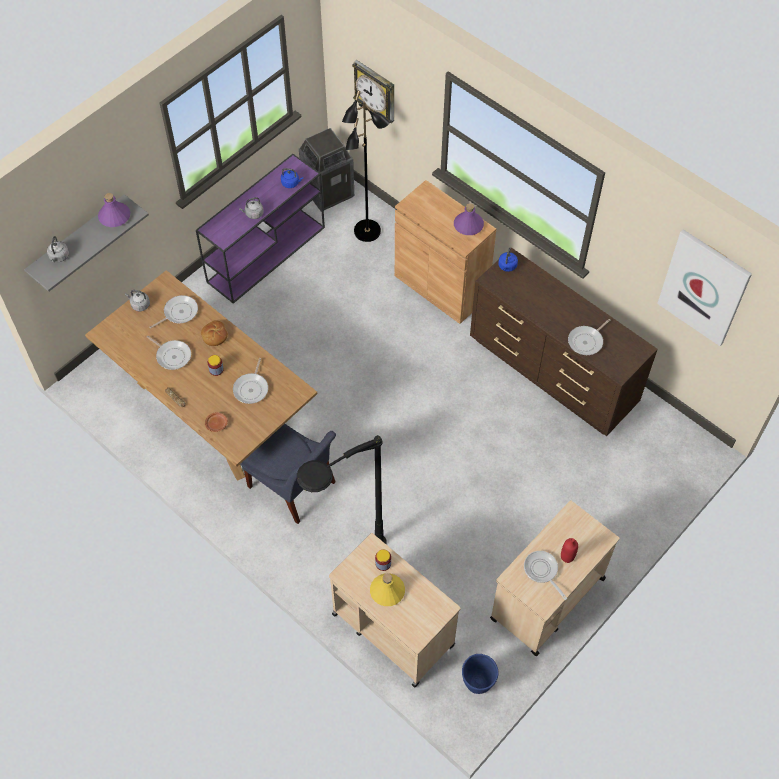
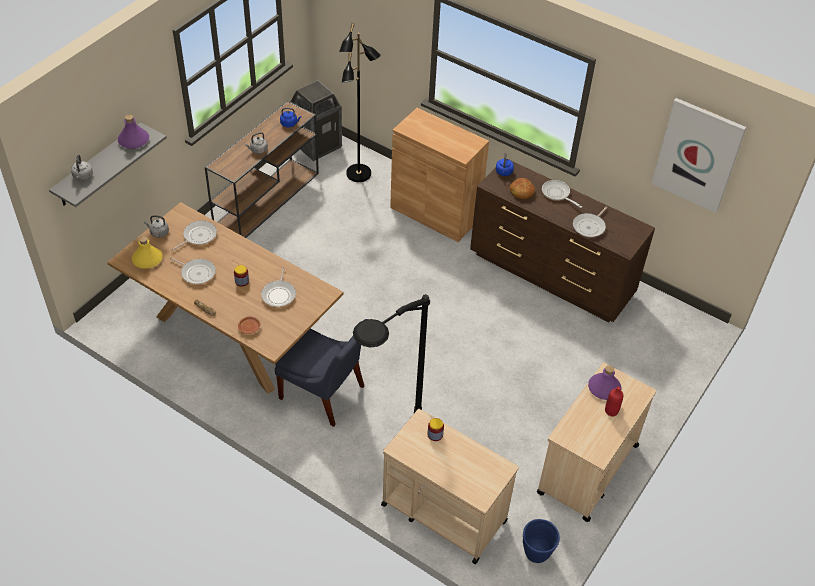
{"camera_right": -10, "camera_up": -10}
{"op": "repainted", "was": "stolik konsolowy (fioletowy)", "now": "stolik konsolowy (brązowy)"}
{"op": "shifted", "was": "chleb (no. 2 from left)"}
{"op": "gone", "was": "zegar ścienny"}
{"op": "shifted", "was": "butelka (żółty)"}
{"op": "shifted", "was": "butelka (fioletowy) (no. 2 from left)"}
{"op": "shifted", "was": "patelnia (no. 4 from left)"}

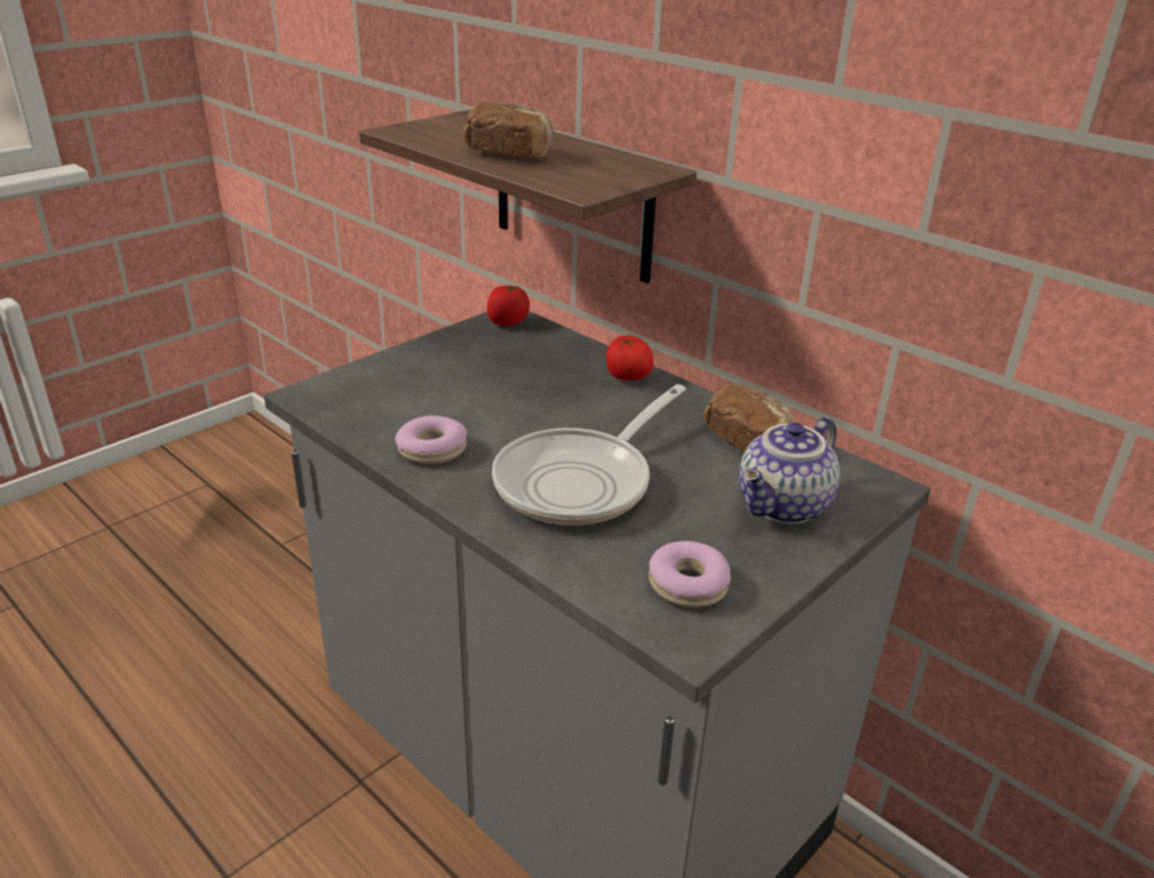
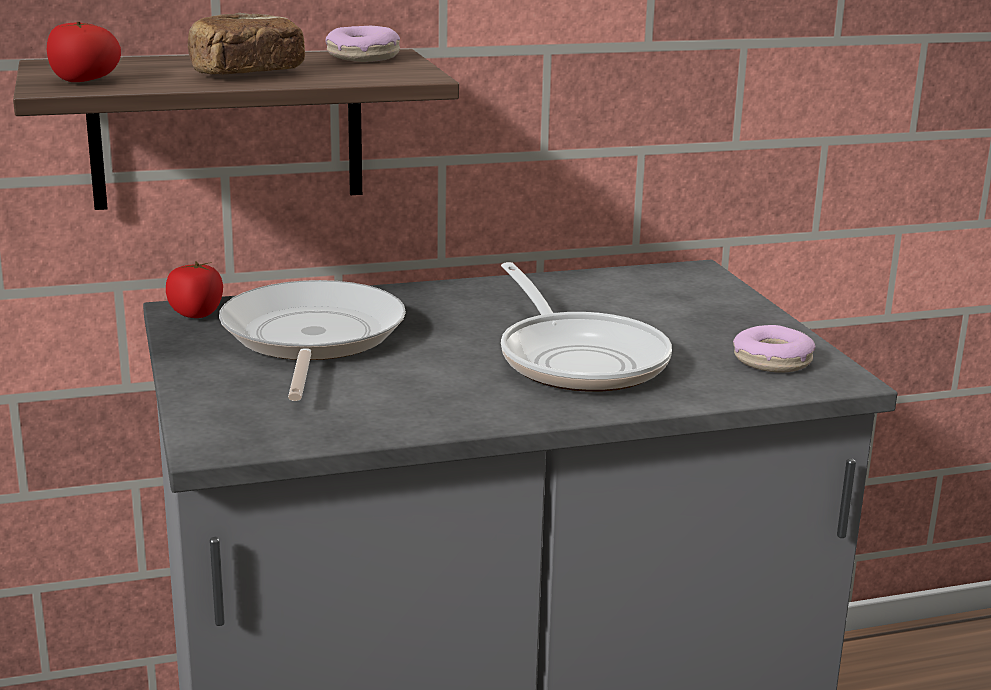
{"camera_right": -60, "camera_up": -10}
{"op": "shifted", "was": "donut (no. 1 from left)"}
{"op": "shifted", "was": "pomidor (no. 2 from left in the first image)", "now": "pomidor (no. 1 from left)"}
{"op": "gone", "was": "chleb (no. 2 from left)"}
{"op": "gone", "was": "imbryk"}
{"op": "new", "now": "patelnia (no. 1 from left)"}

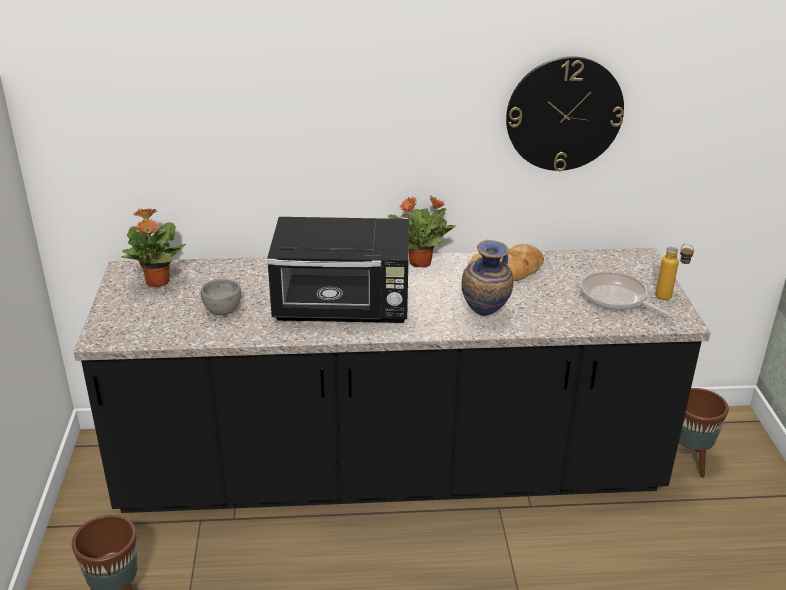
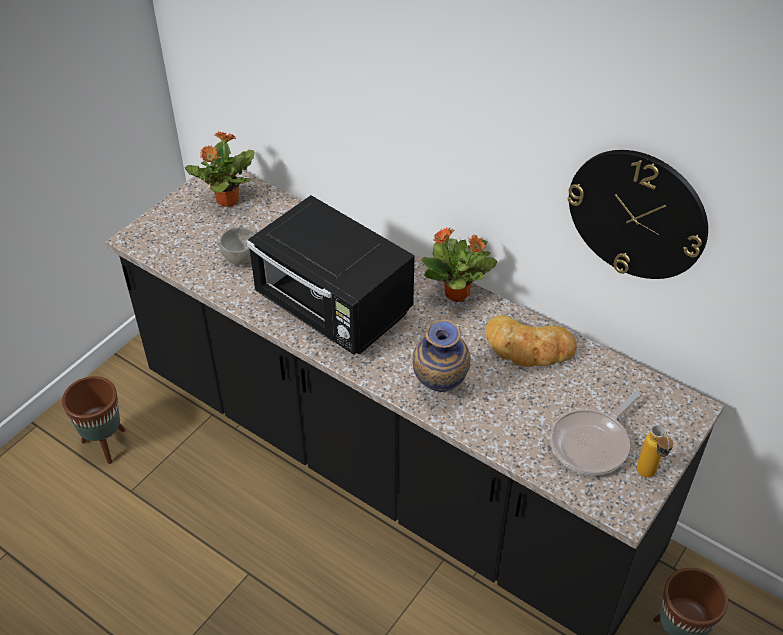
{"camera_right": 40, "camera_up": 15}
{"op": "rotated", "was": "patelnia", "clockwise": -135}

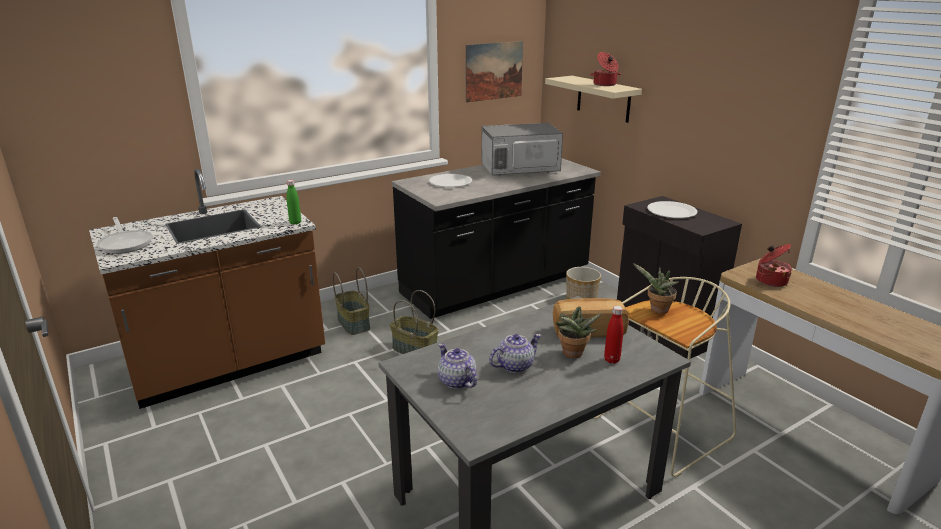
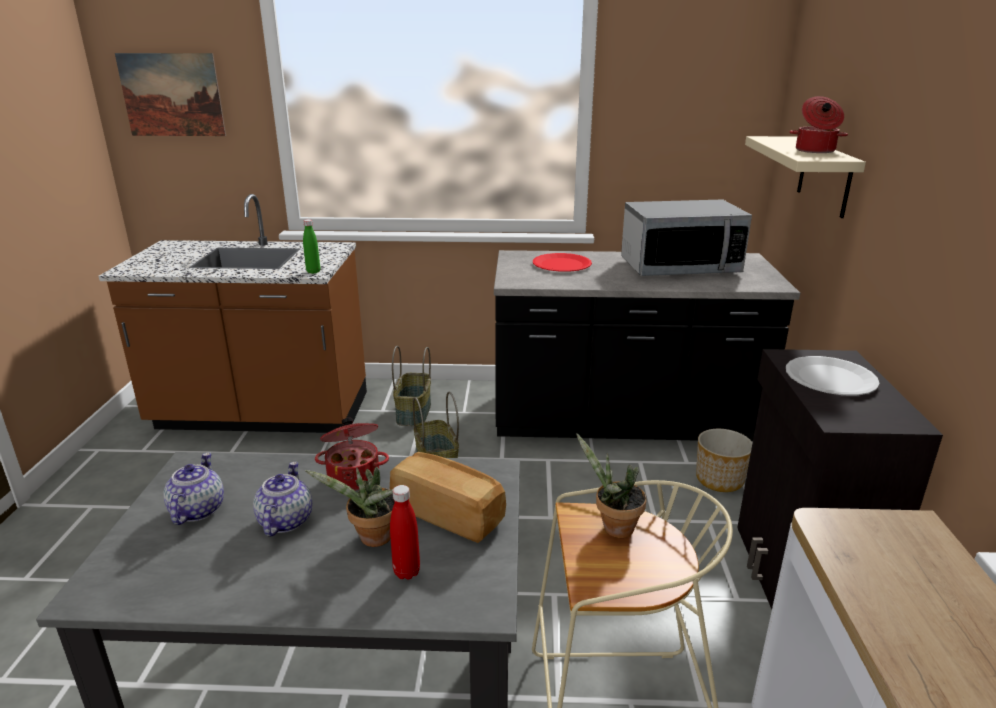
{"camera_right": 35, "camera_up": 0}
{"op": "gone", "was": "patelnia"}
{"op": "repainted", "was": "talerz (biały) (no. 1 from left)", "now": "talerz (czerwony)"}
{"op": "shifted", "was": "obraz"}
{"op": "rotated", "was": "mikrofalówka", "clockwise": 150}
{"op": "rotated", "was": "imbryk (no. 2 from left)", "clockwise": -90}
{"op": "shifted", "was": "garnek (no. 2 from left in the first image)", "now": "garnek (no. 1 from left)"}

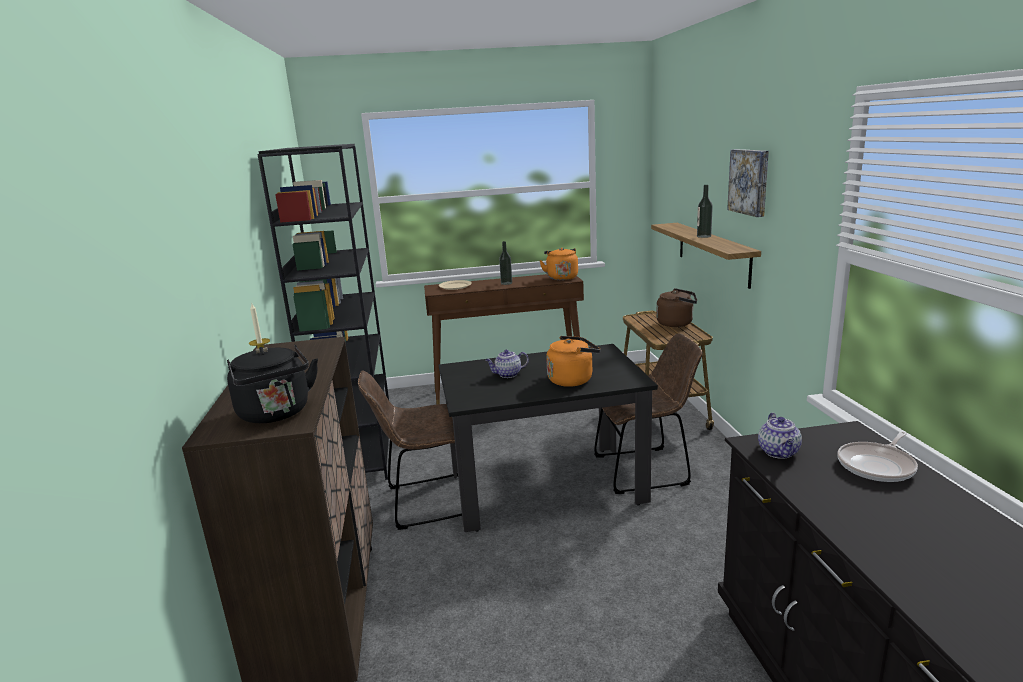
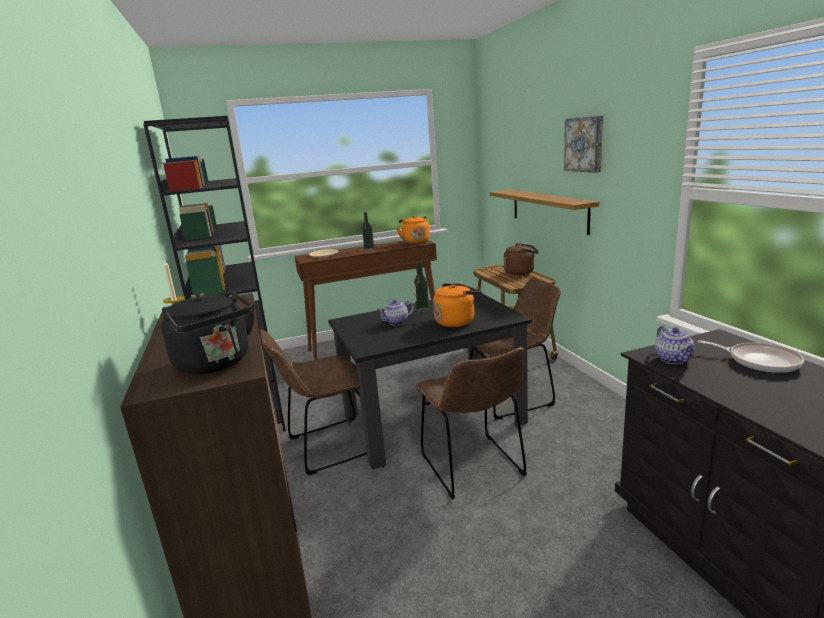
{"camera_right": -10, "camera_up": 0}
{"op": "shifted", "was": "butelka (no. 2 from left)"}
{"op": "rotated", "was": "patelnia", "clockwise": -90}
{"op": "new", "now": "krzesło (brązowy) (no. 2 from left)"}

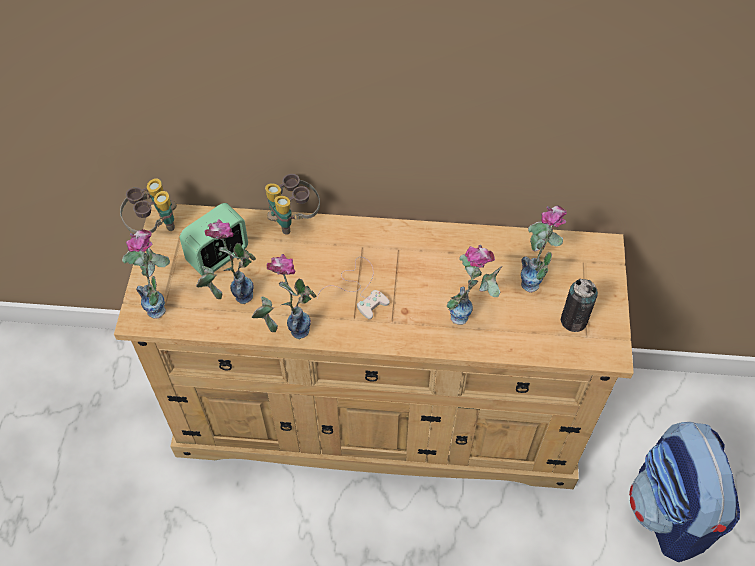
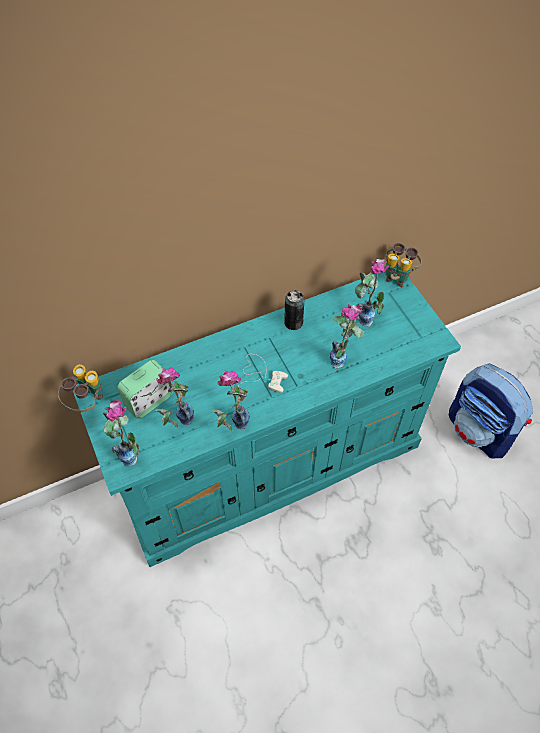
{"camera_right": -30, "camera_up": 0}
{"op": "repainted", "was": "komoda (beżowy)", "now": "komoda (turkusowy)"}
{"op": "rotated", "was": "budzik", "clockwise": -150}
{"op": "shifted", "was": "lornetka (no. 2 from left)"}
{"op": "shifted", "was": "puszka"}

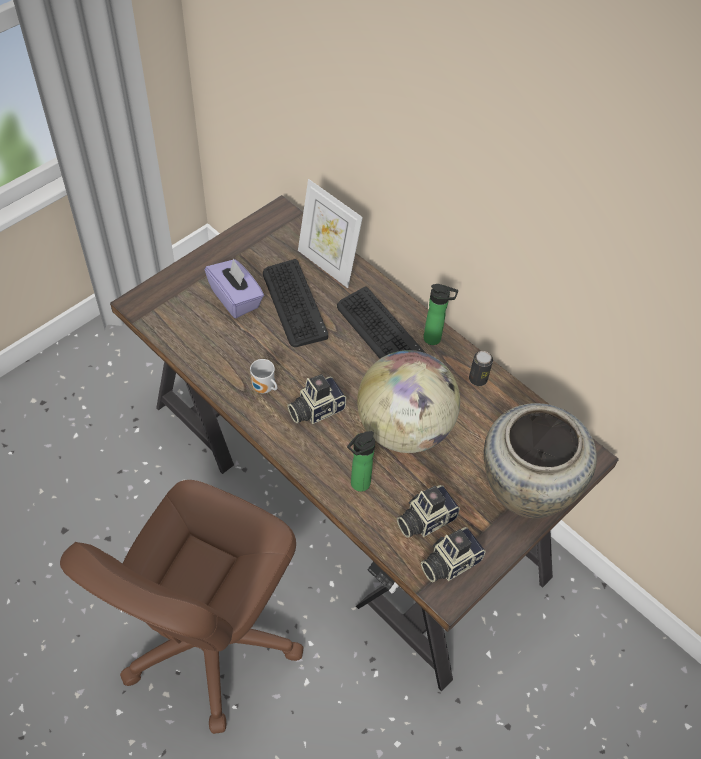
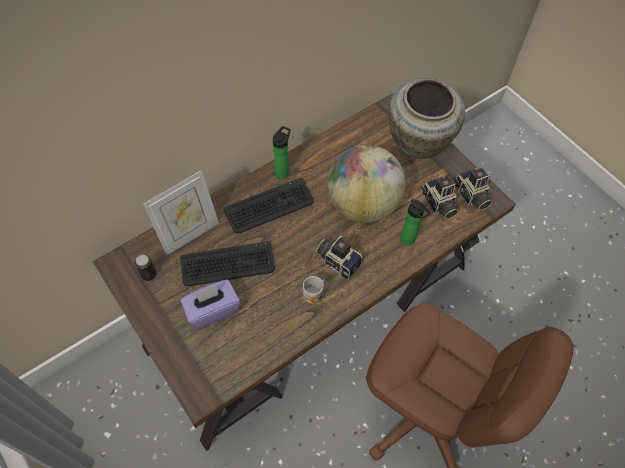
{"camera_right": -80, "camera_up": 5}
{"op": "rotated", "was": "aparat fotograficzny (no. 1 from left)", "clockwise": 150}
{"op": "shifted", "was": "puszka"}

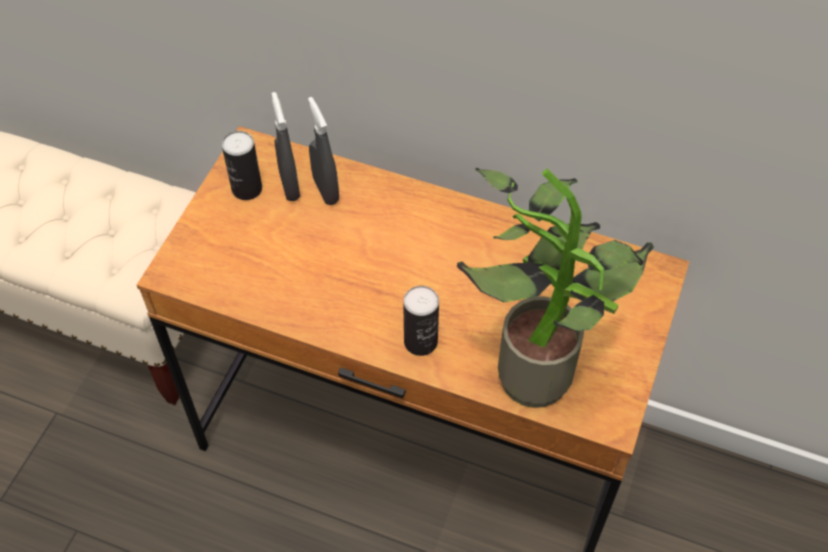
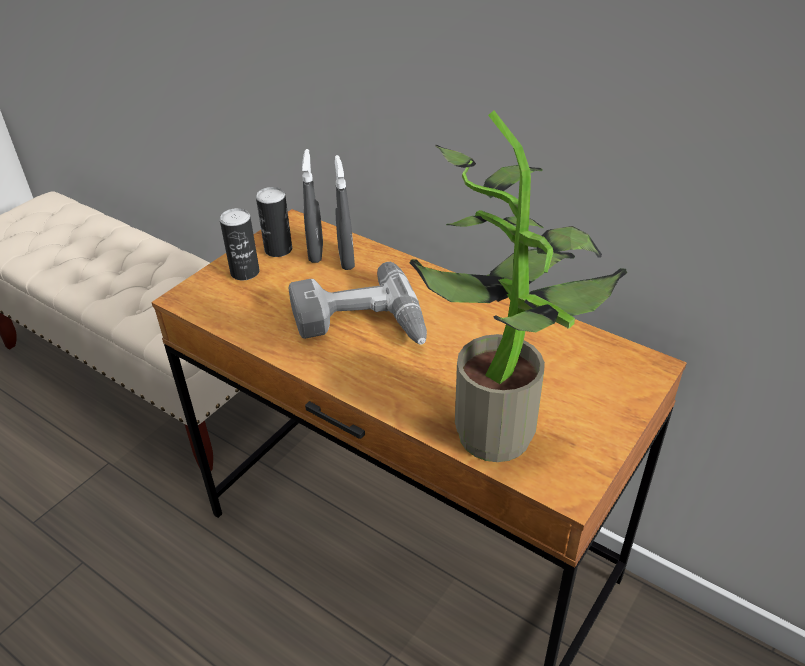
{"camera_right": 15, "camera_up": -15}
{"op": "shifted", "was": "puszka (no. 2 from left in the first image)", "now": "puszka (no. 1 from left)"}
{"op": "new", "now": "wiertarka"}

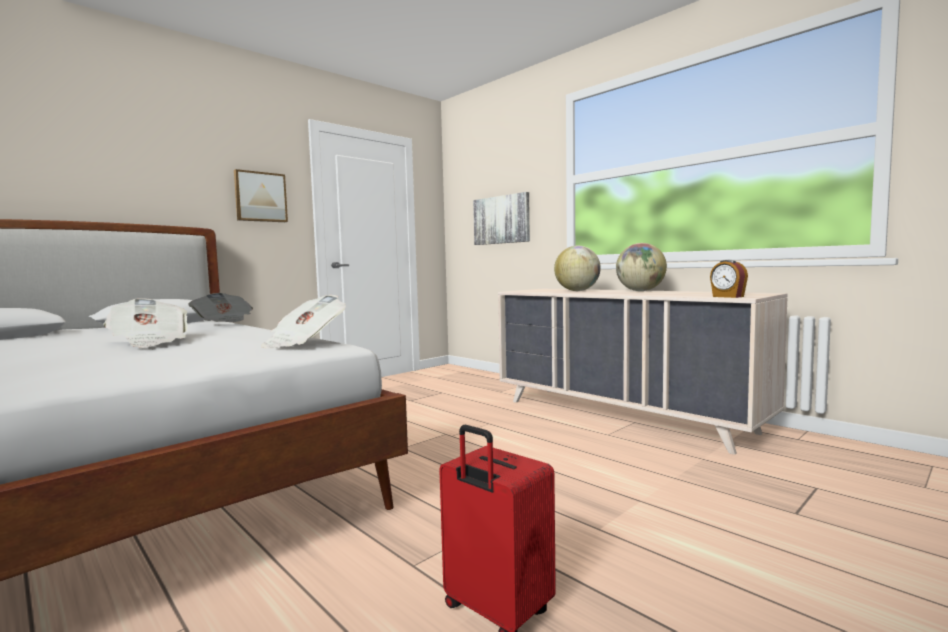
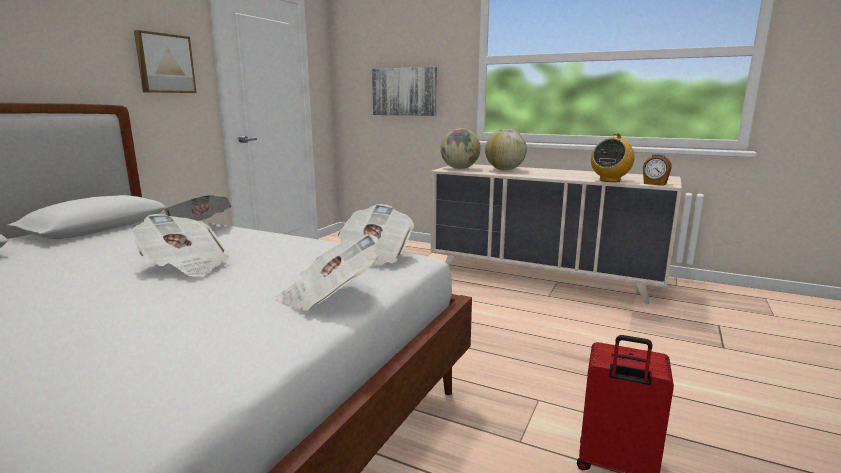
{"camera_right": -20, "camera_up": 10}
{"op": "shifted", "was": "globus (no. 2 from left in the first image)", "now": "globus (no. 1 from left)"}
{"op": "new", "now": "gazeta (no. 3 from left)"}
{"op": "new", "now": "radio"}

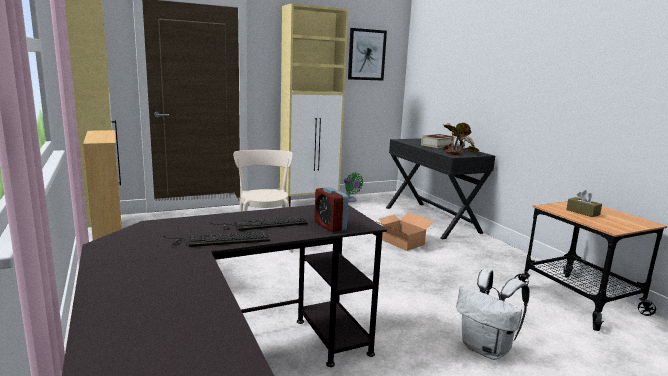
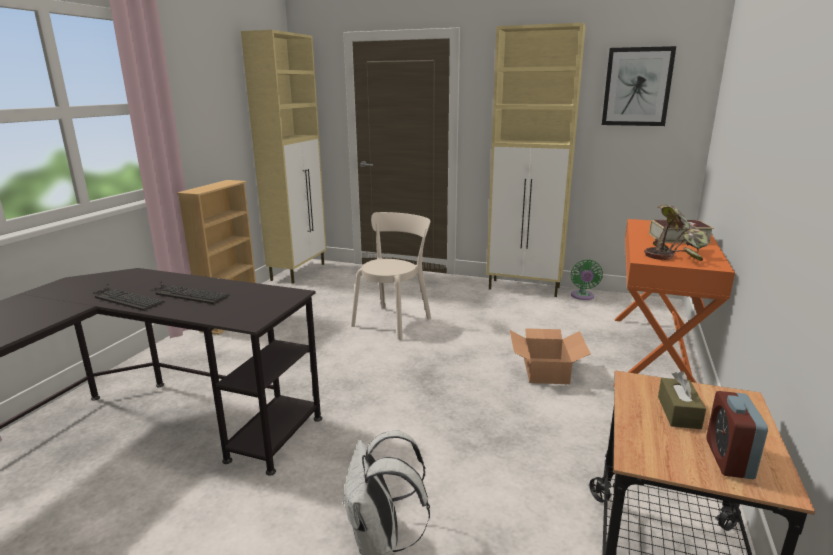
{"camera_right": 45, "camera_up": 5}
{"op": "shifted", "was": "budzik"}
{"op": "repainted", "was": "biurko (czarny) (no. 2 from left)", "now": "biurko (pomarańczowy)"}

